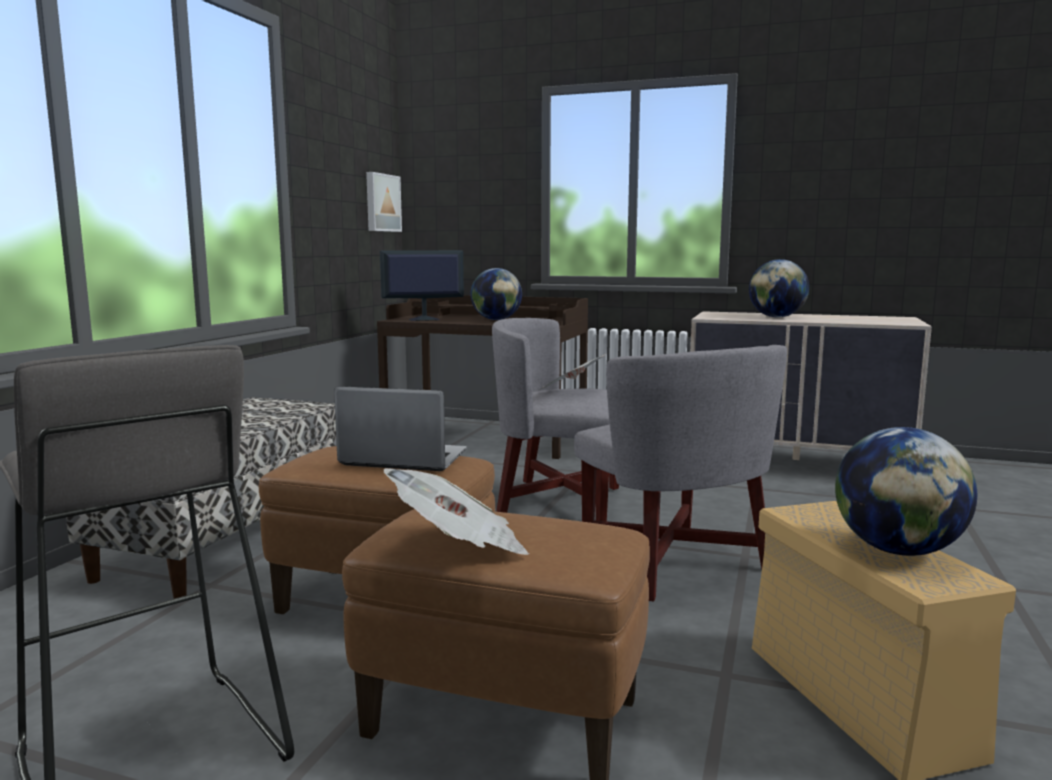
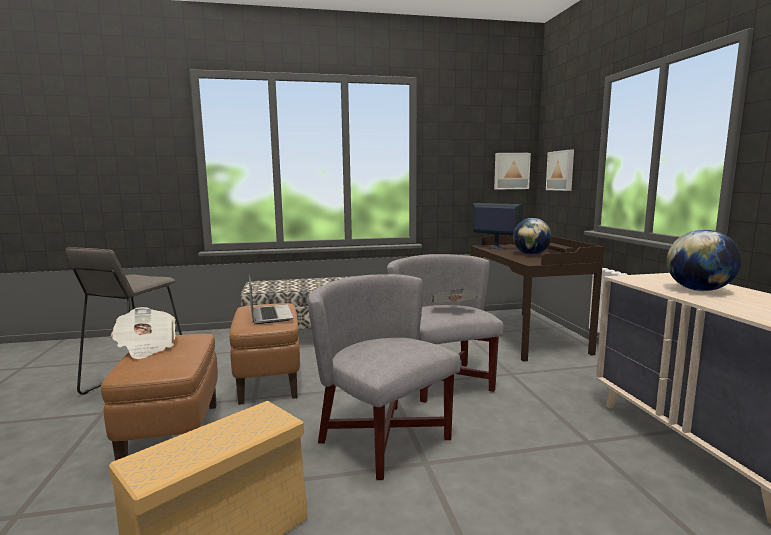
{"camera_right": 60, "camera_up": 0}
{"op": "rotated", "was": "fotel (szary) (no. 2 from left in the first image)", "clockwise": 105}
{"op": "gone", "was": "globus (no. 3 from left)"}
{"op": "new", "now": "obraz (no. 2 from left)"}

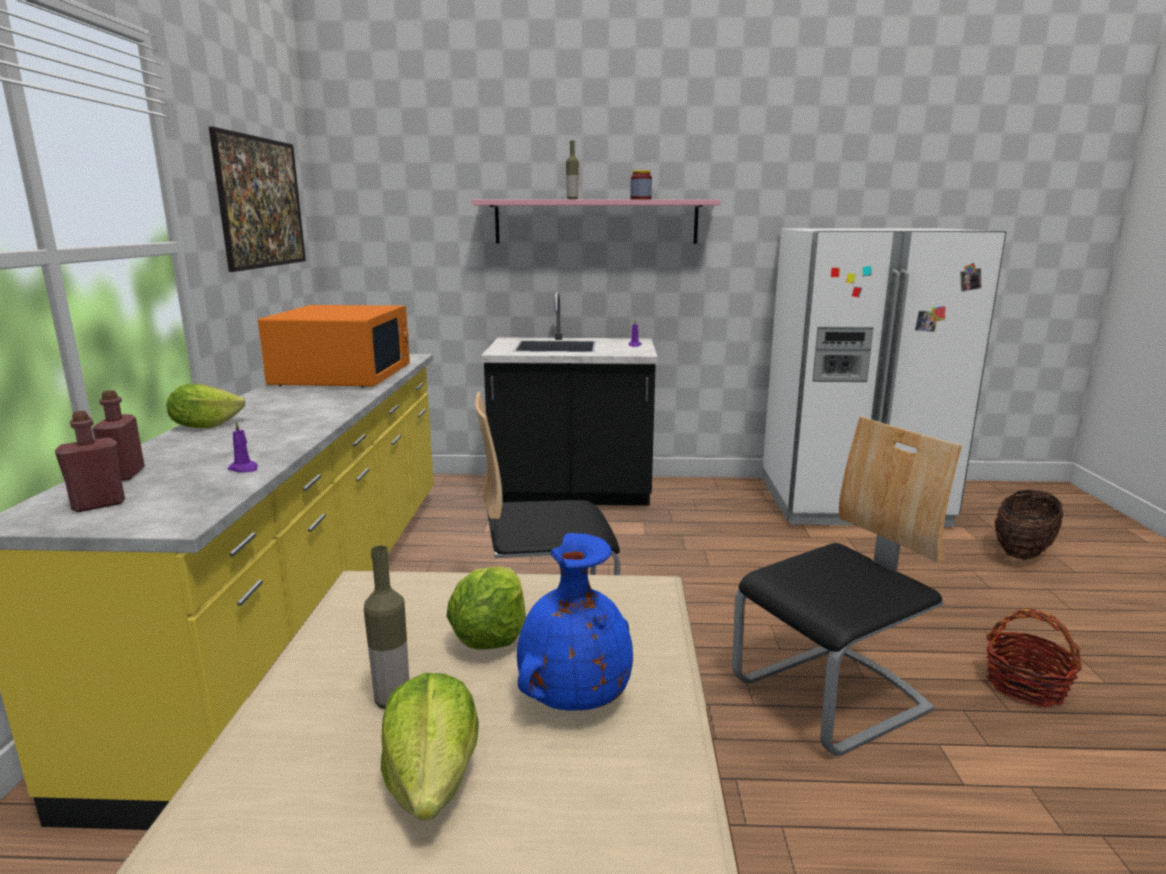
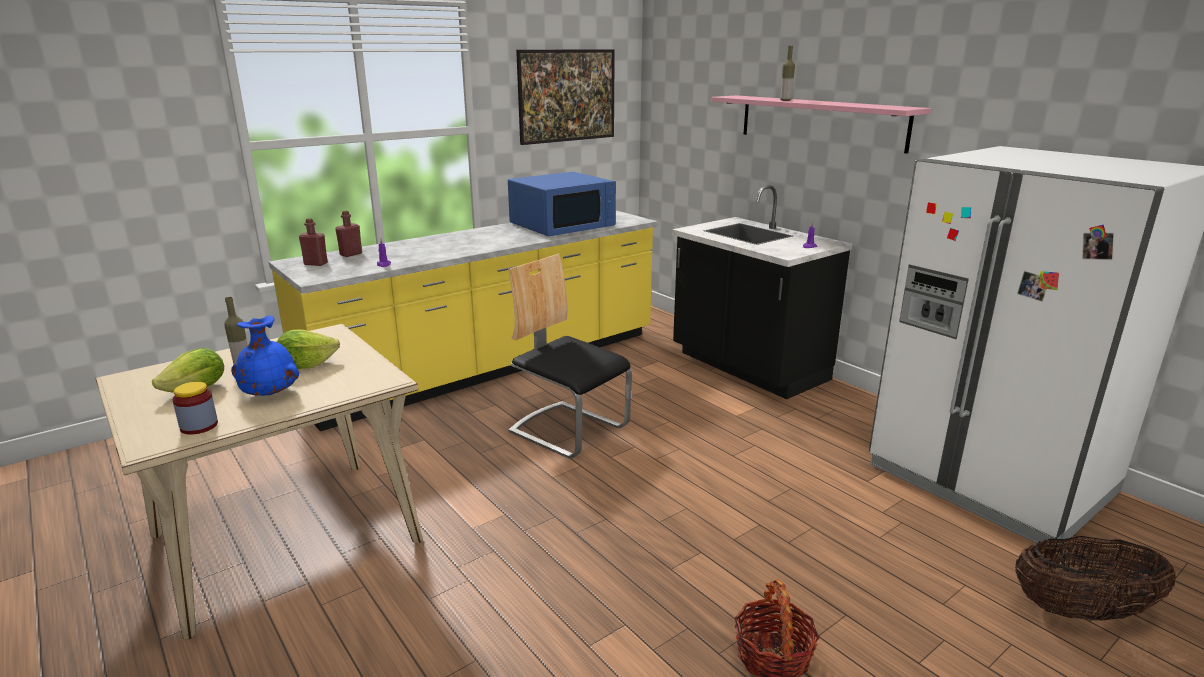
{"camera_right": 50, "camera_up": 5}
{"op": "gone", "was": "sałata (no. 1 from left)"}
{"op": "repainted", "was": "mikrofalówka (pomarańczowy)", "now": "mikrofalówka (niebieski)"}
{"op": "shifted", "was": "słoik"}
{"op": "gone", "was": "krzesło (no. 2 from left)"}

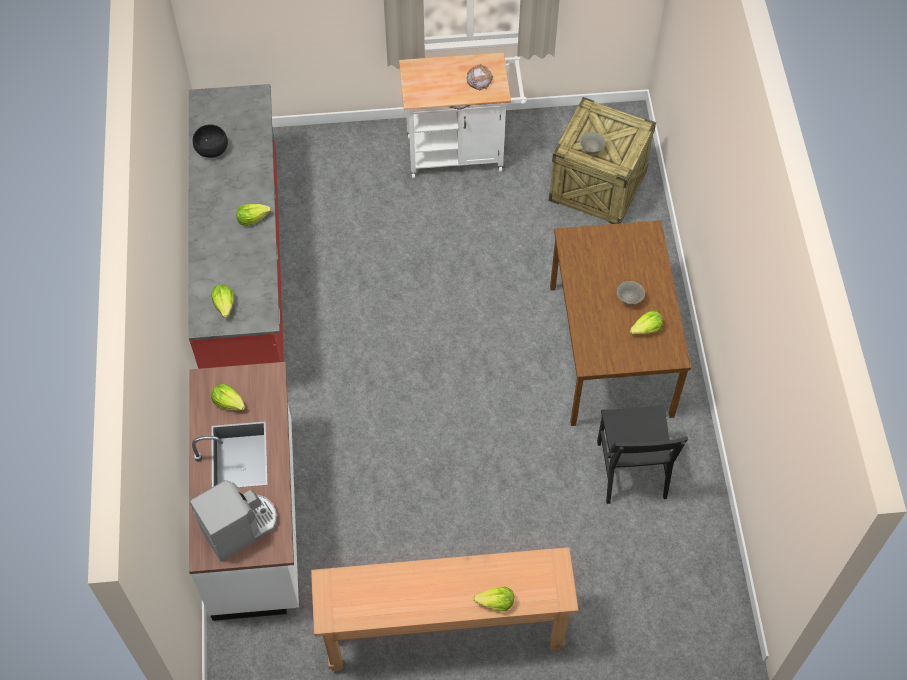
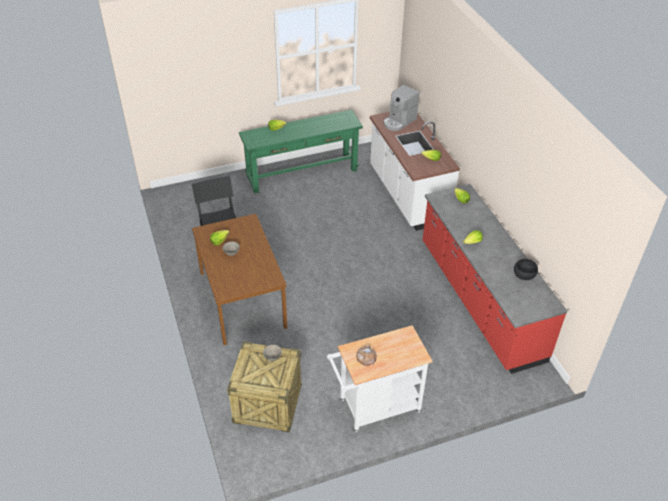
{"camera_right": 165, "camera_up": -15}
{"op": "repainted", "was": "stolik konsolowy (brązowy)", "now": "stolik konsolowy (zielony)"}

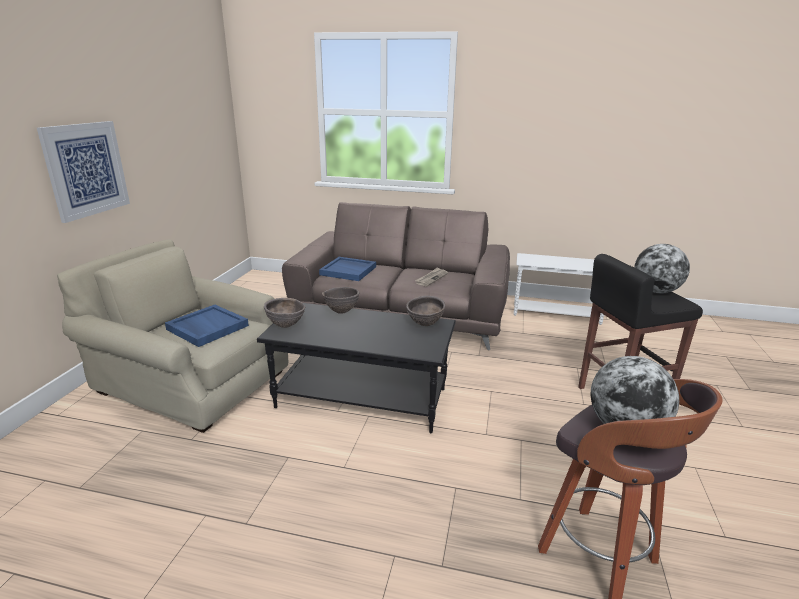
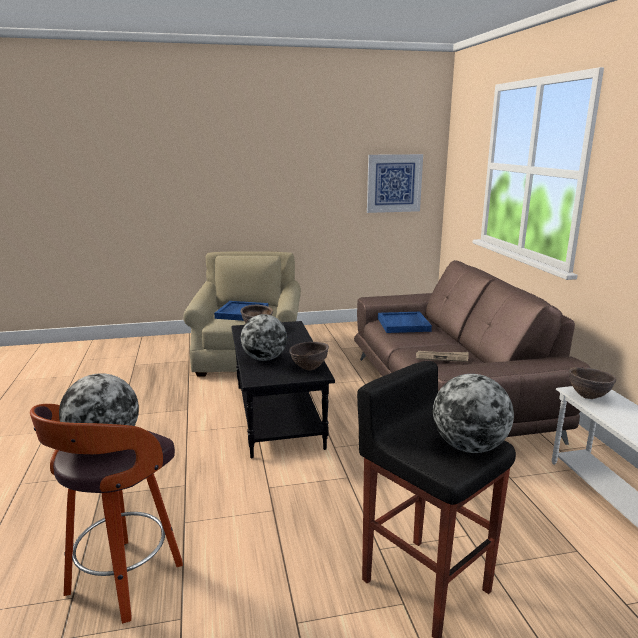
{"camera_right": 65, "camera_up": -5}
{"op": "shifted", "was": "obraz"}
{"op": "shifted", "was": "miska (brązowy) (no. 2 from left in the first image)", "now": "miska (brązowy) (no. 3 from left)"}
{"op": "new", "now": "globus (no. 2 from left)"}

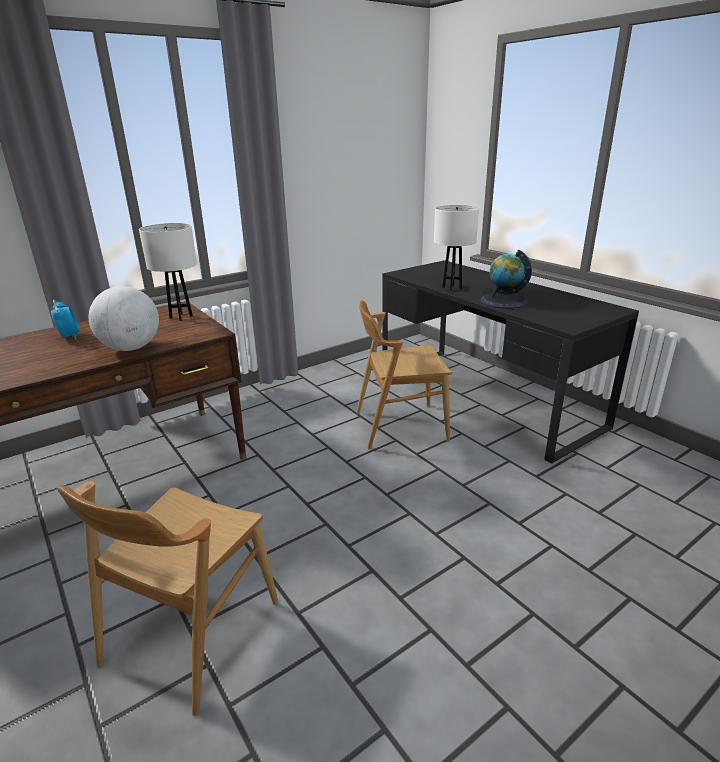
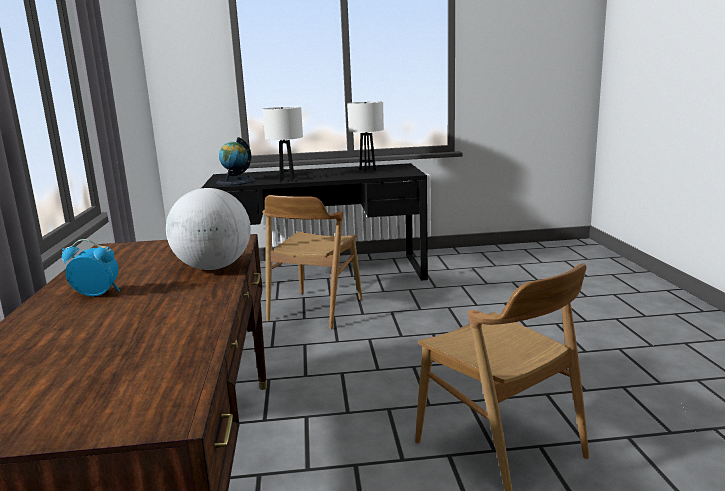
{"camera_right": -60, "camera_up": -10}
{"op": "shifted", "was": "lampa stołowa (biały) (no. 1 from left in the first image)", "now": "lampa stołowa (biały) (no. 2 from left)"}
{"op": "shifted", "was": "globus (no. 2 from left)"}

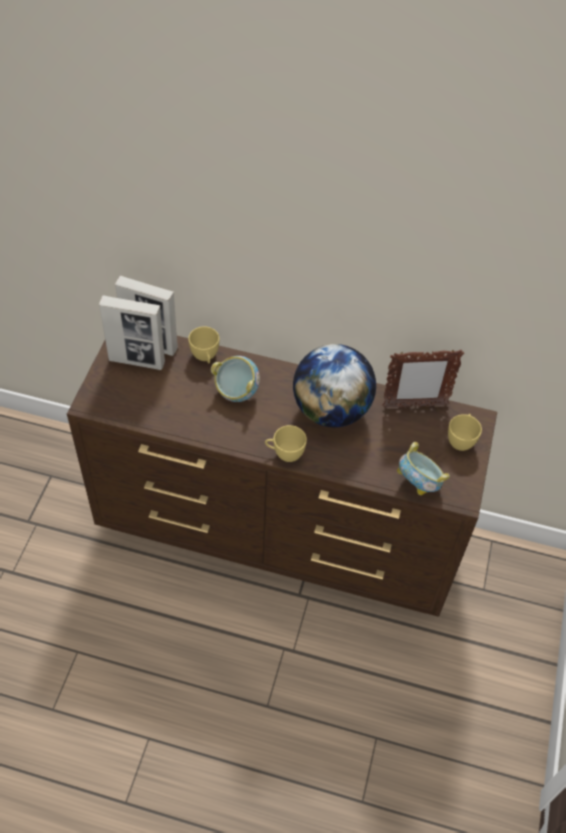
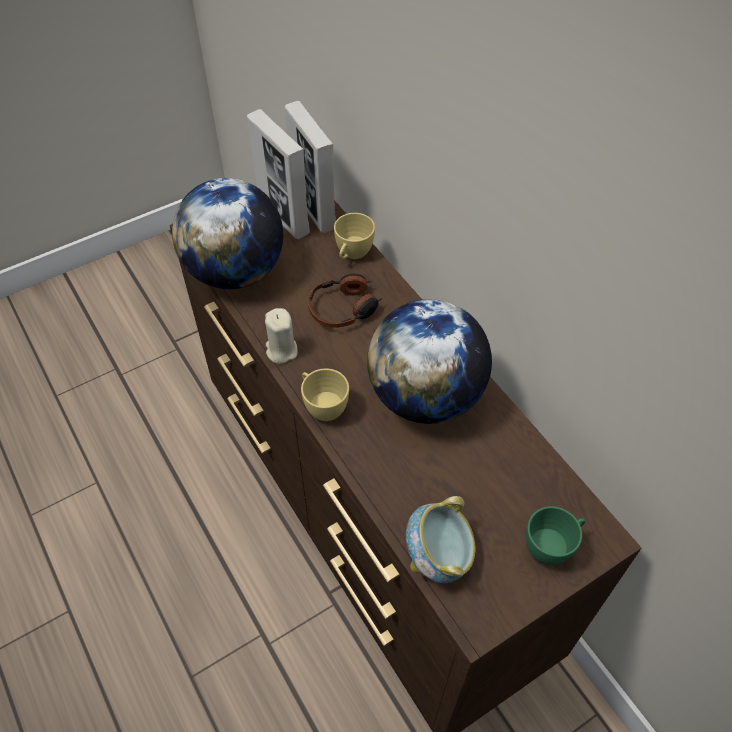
{"camera_right": 45, "camera_up": 0}
{"op": "swapped", "was": "miska (no. 1 from left)", "now": "słuchawki"}
{"op": "gone", "was": "ramka na zdjęcie (no. 3 from left)"}
{"op": "repainted", "was": "filiżanka (żółty) (no. 3 from left)", "now": "filiżanka (zielony)"}
{"op": "new", "now": "globus (no. 1 from left)"}
{"op": "new", "now": "świeca (beżowy)"}

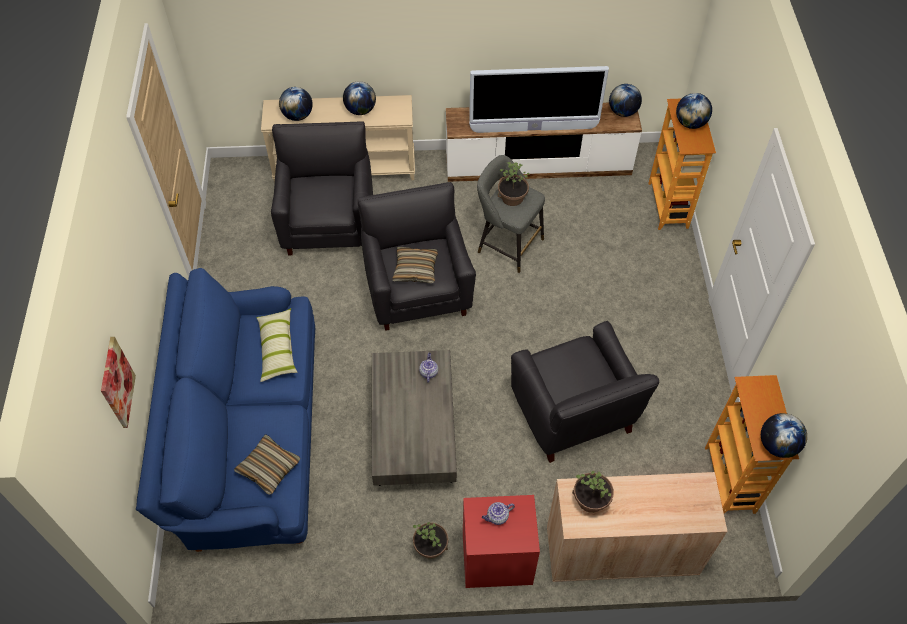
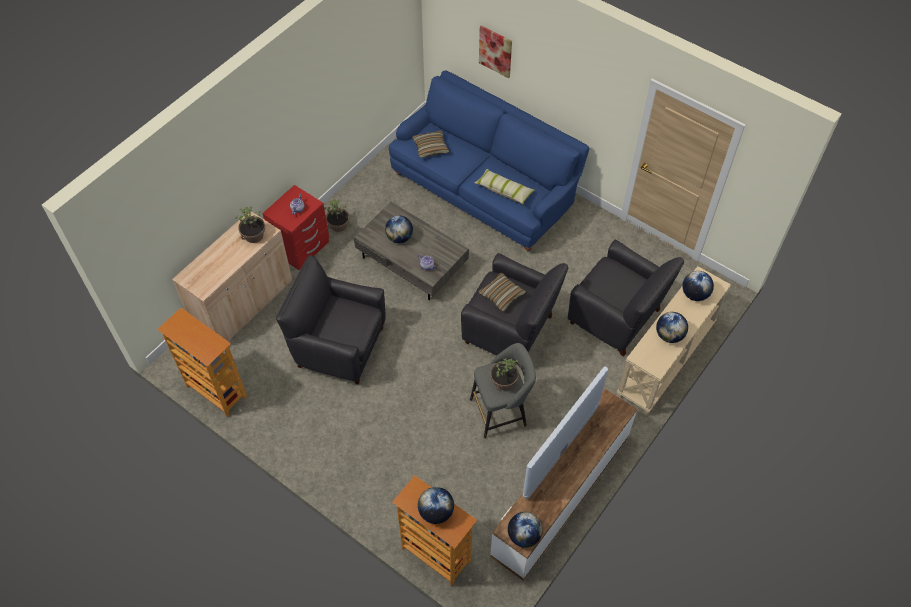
{"camera_right": 130, "camera_up": 0}
{"op": "shifted", "was": "globus (no. 5 from left in the first image)", "now": "globus (no. 1 from left)"}

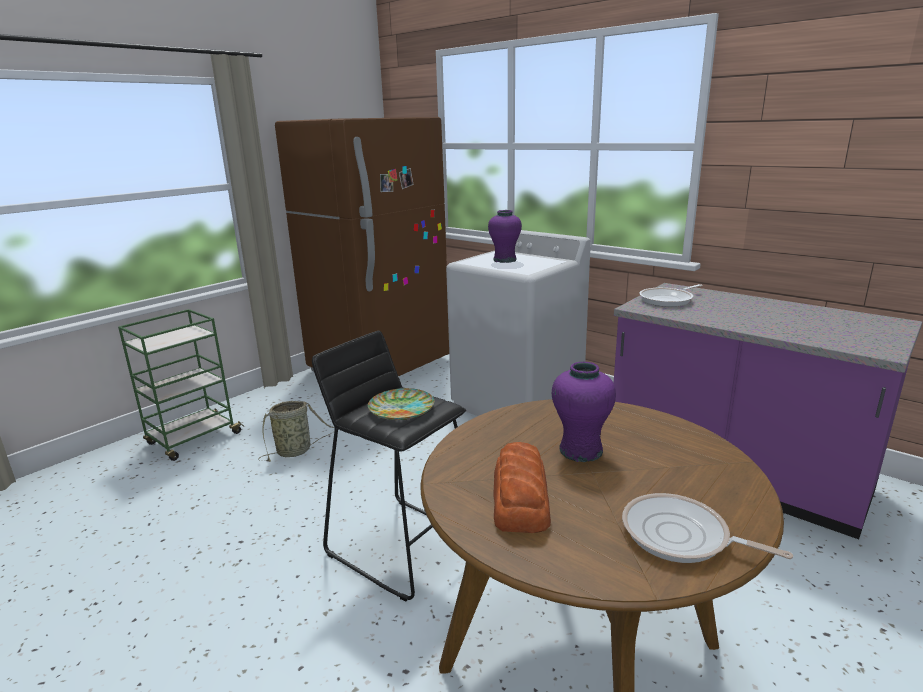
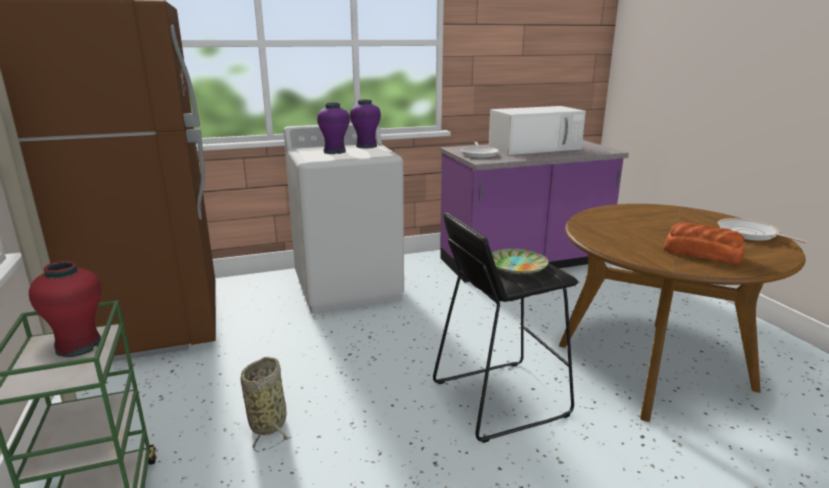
{"camera_right": -60, "camera_up": 0}
{"op": "shifted", "was": "wazon (fioletowy) (no. 2 from left)"}
{"op": "rotated", "was": "patelnia (no. 2 from left)", "clockwise": 90}
{"op": "new", "now": "wazon (czerwony)"}
{"op": "new", "now": "mikrofalówka (biały)"}

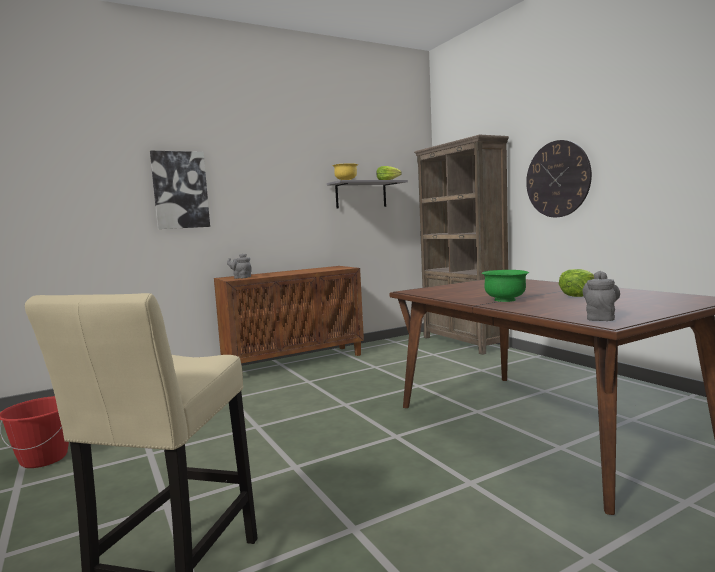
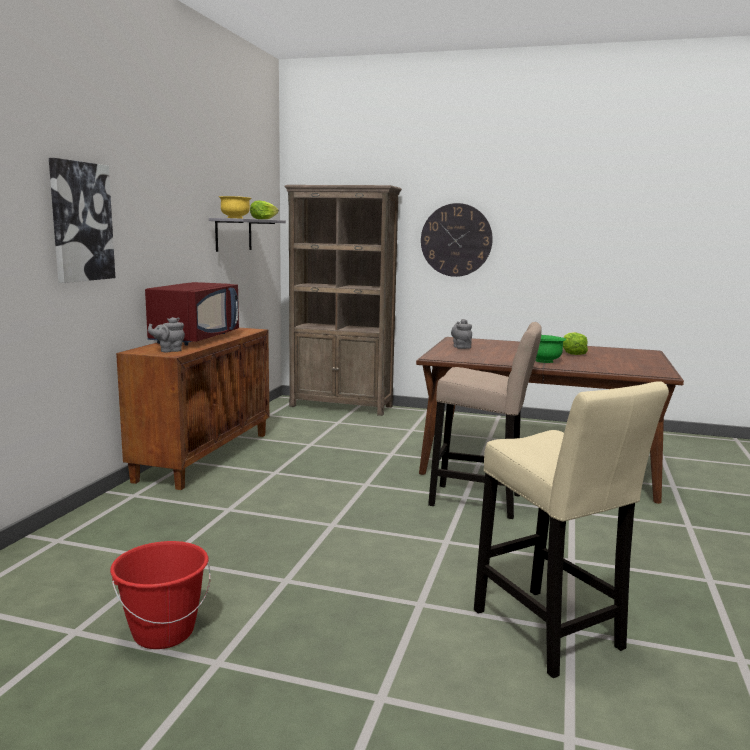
{"camera_right": -45, "camera_up": 5}
{"op": "shifted", "was": "imbryk (szary) (no. 2 from left)"}
{"op": "new", "now": "mikrofalówka (czerwony)"}
{"op": "new", "now": "stołek (beżowy) (no. 1 from left)"}

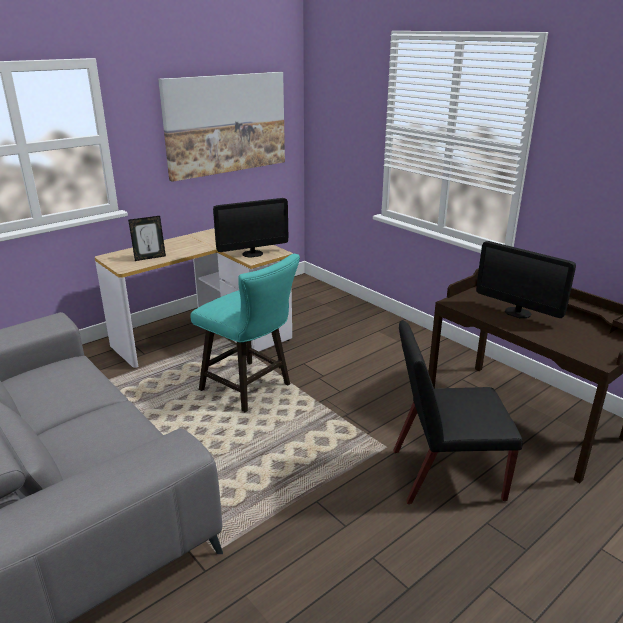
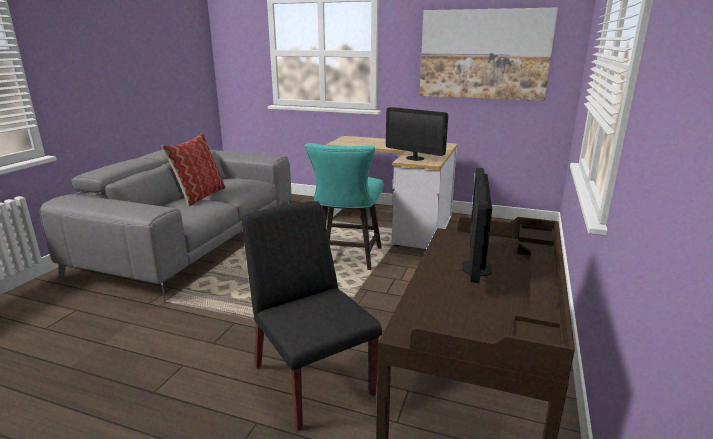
{"camera_right": 60, "camera_up": -5}
{"op": "gone", "was": "ramka na zdjęcie"}
{"op": "new", "now": "poduszka"}

